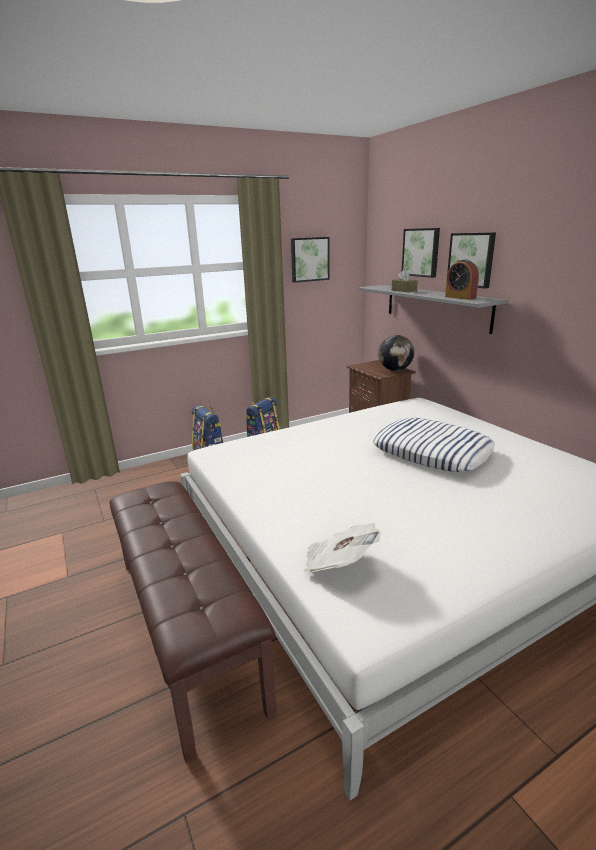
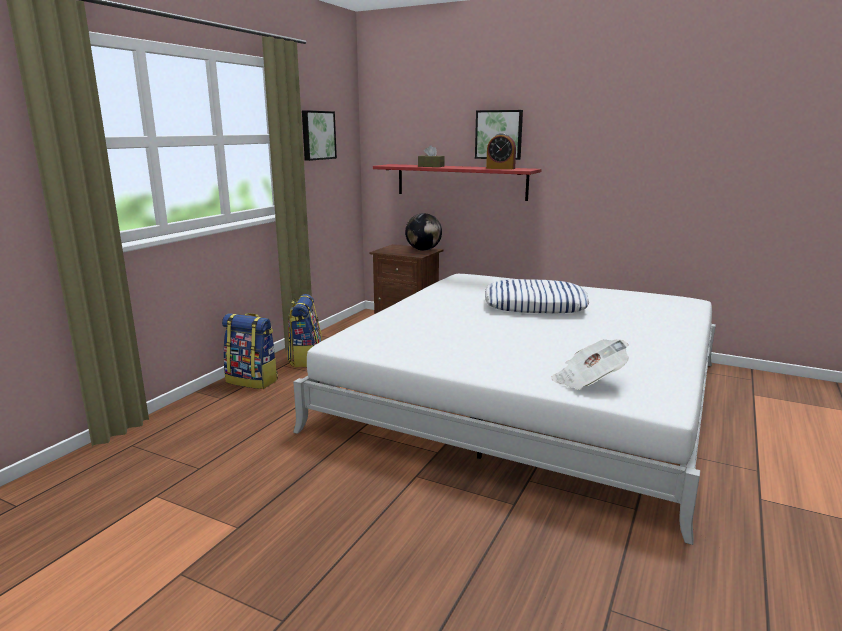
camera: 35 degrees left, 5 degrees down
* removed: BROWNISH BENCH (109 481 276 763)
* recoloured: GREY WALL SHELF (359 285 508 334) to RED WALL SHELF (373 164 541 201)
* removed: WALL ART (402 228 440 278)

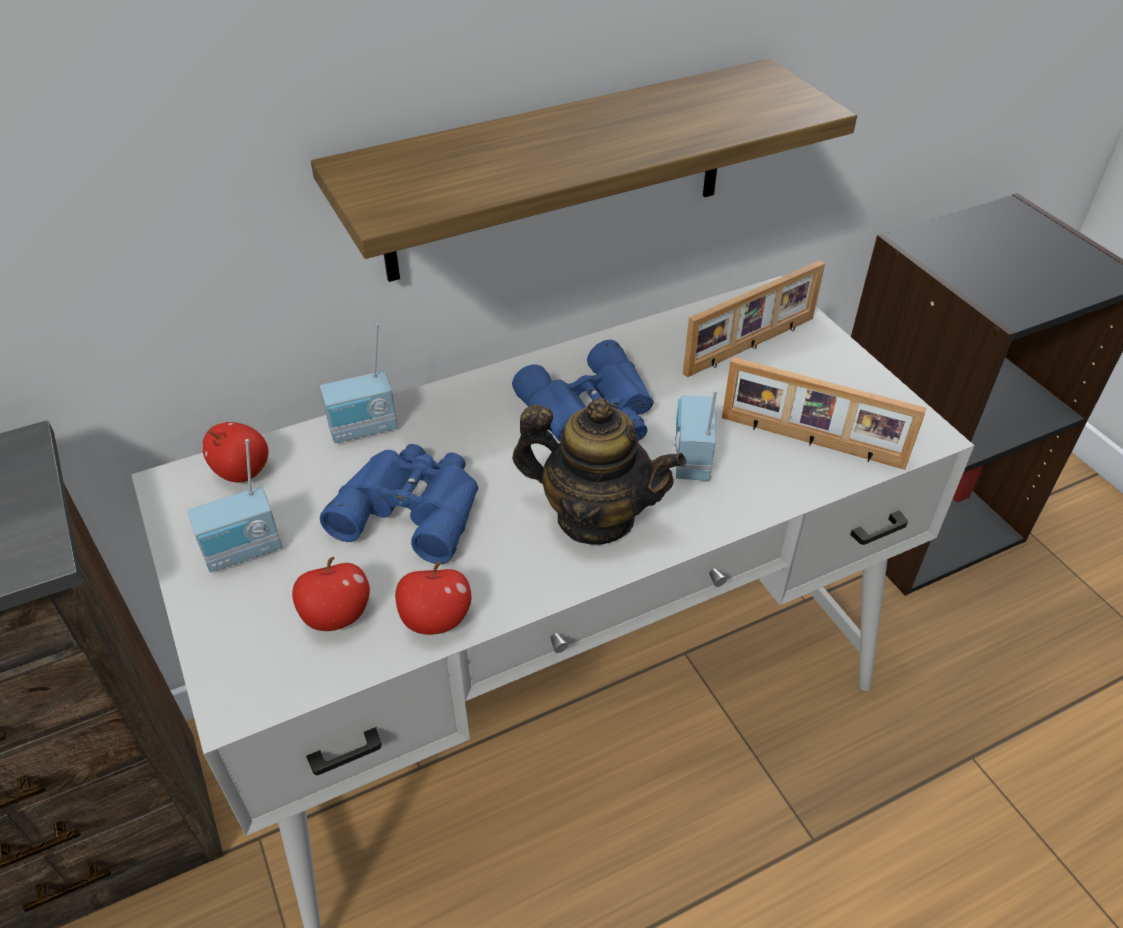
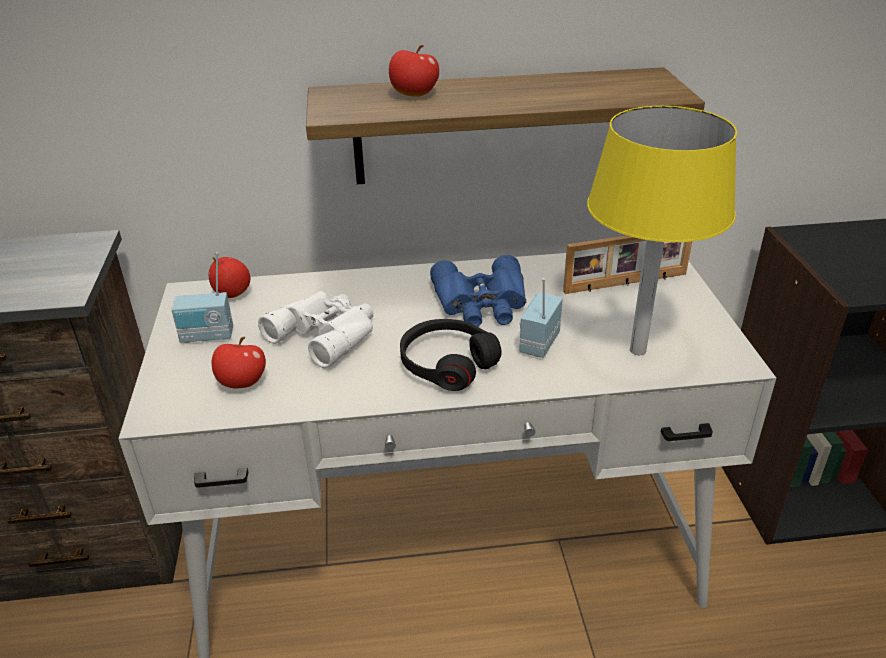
camera: 20 degrees right, 10 degrees down
* removed: RADIO SET (320 324 398 443)
* recoloured: BLUISH BINOCULARS (320 444 478 564) to WHITE-COLOURED BINOCULARS (258 291 374 368)
* moved: APPLE (395 562 472 635) to (389 45 439 97)
* replaced: TEA POT (512 398 686 545) to BLACK HEADSET (400 319 502 391)
* replaced: PHOTO FRAME (722 357 926 470) to YELLOW-COLOURED LAMP FOR A TABLE (587 106 737 355)

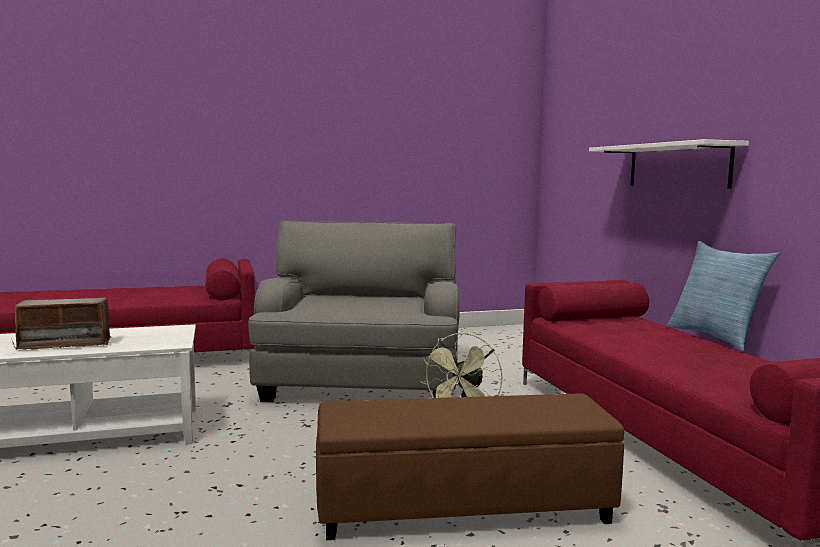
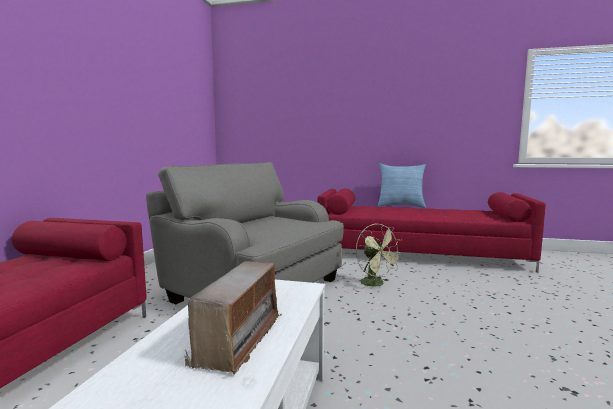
camera: 60 degrees left, 0 degrees up
* removed: BROWNISH POUFFE (316 394 624 540)
* removed: WHITE-COLOURED WALL SHELF (589 139 749 188)

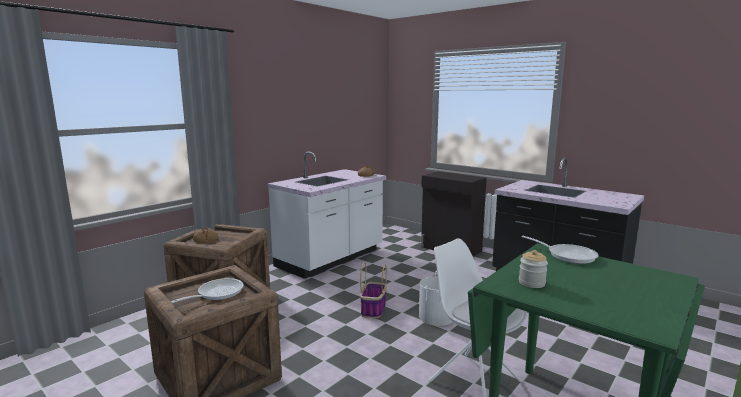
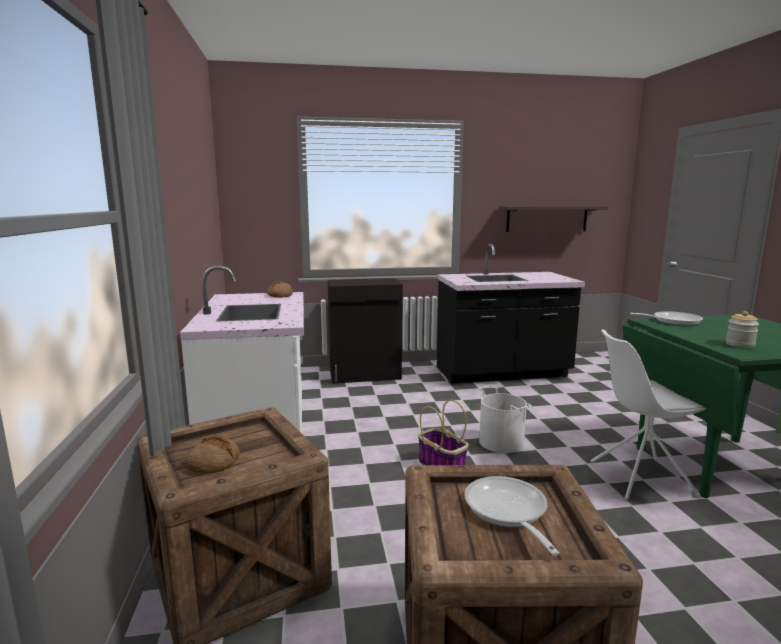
camera: 50 degrees left, 0 degrees up
* added: WALL SHELF (499 206 608 232)

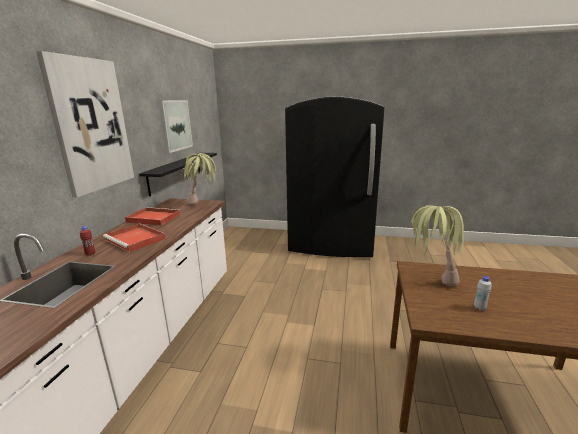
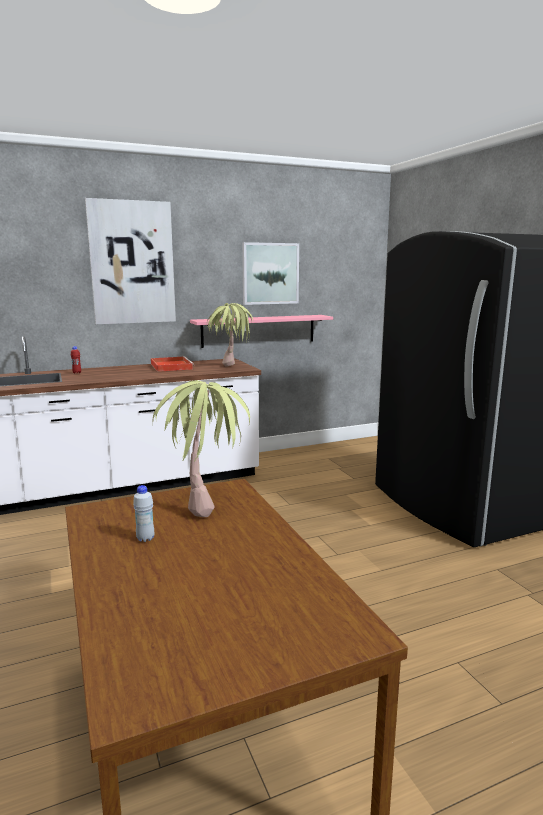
camera: 55 degrees right, 5 degrees down
* removed: RED TRAY (103 223 166 252)
* recoloured: BLACK WALL SHELF (139 153 217 196) to PINK WALL SHELF (190 315 333 348)

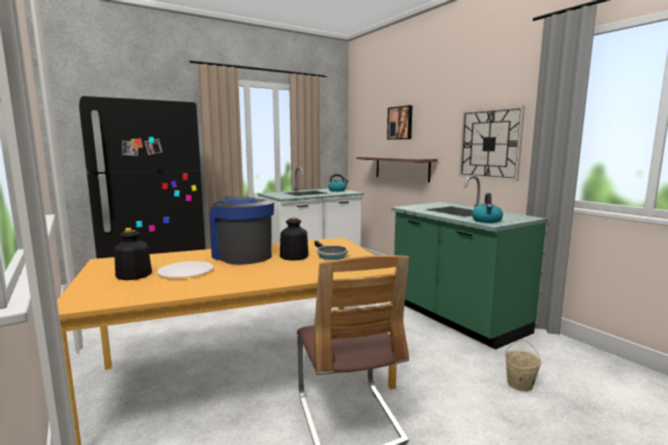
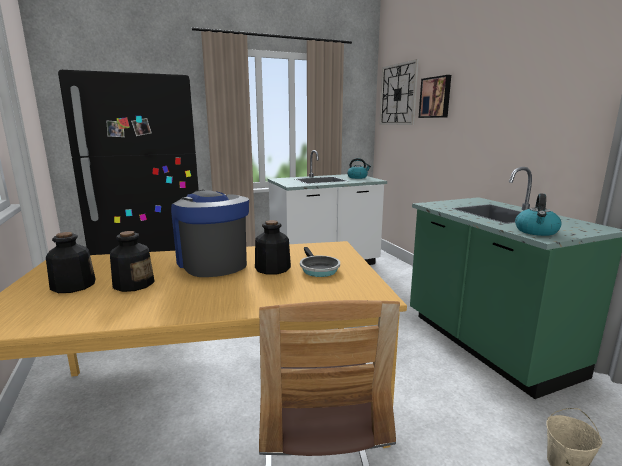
camera: 10 degrees right, 5 degrees up
* replaced: WHITE-COLOURED FLAT DISH (157 261 213 278) to BEVERAGE BOTTLE (110 231 155 292)
* removed: WALL SHELF (356 157 438 182)
* moved: CLOCK ON THE WALL (459 106 525 181) to (380 59 419 125)

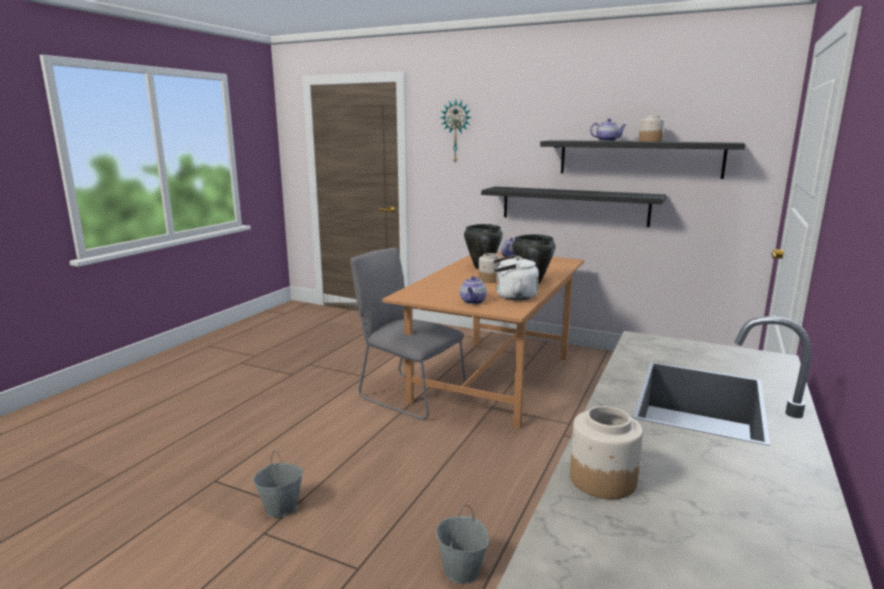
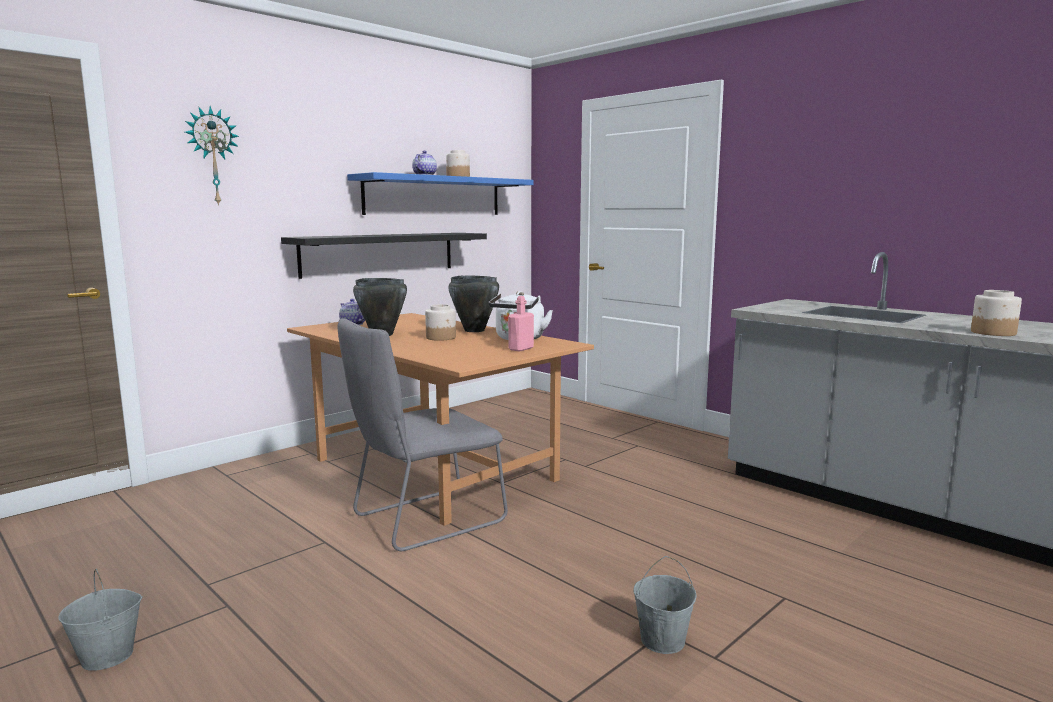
camera: 70 degrees left, 5 degrees down
* moved: GREY WATER BUCKET (436 505 489 584) to (58 569 142 671)
* replaced: TEA POT (460 276 487 304) to PINK BEVERAGE BOTTLE (508 296 534 351)
* recoloured: BLACK WALL SHELF (540 140 745 179) to BLUISH WALL SHELF (347 172 534 215)

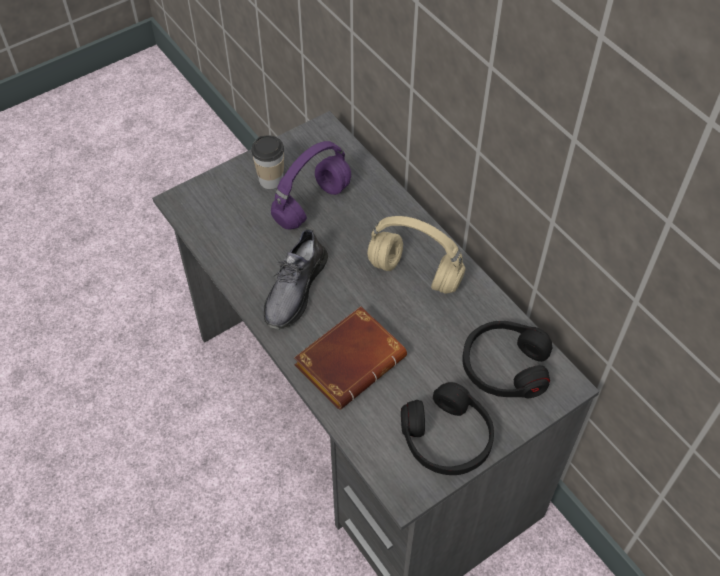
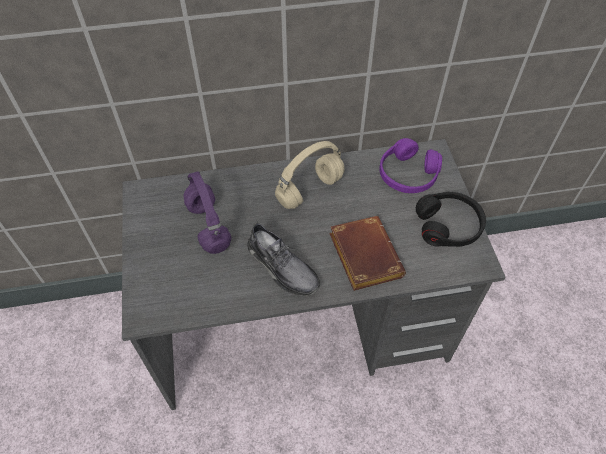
camera: 65 degrees left, 0 degrees up
* removed: SMALL CUP (251 135 284 189)
* recoloured: BLACK HEADSET (462 321 552 398) to PURPLE HEADSET (379 138 442 193)

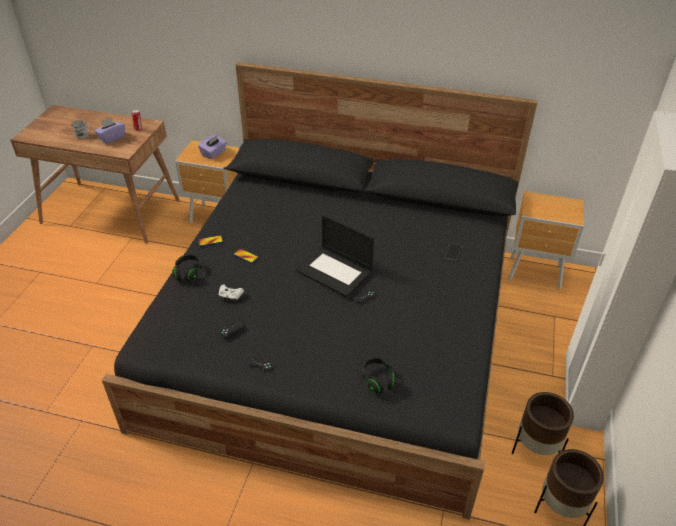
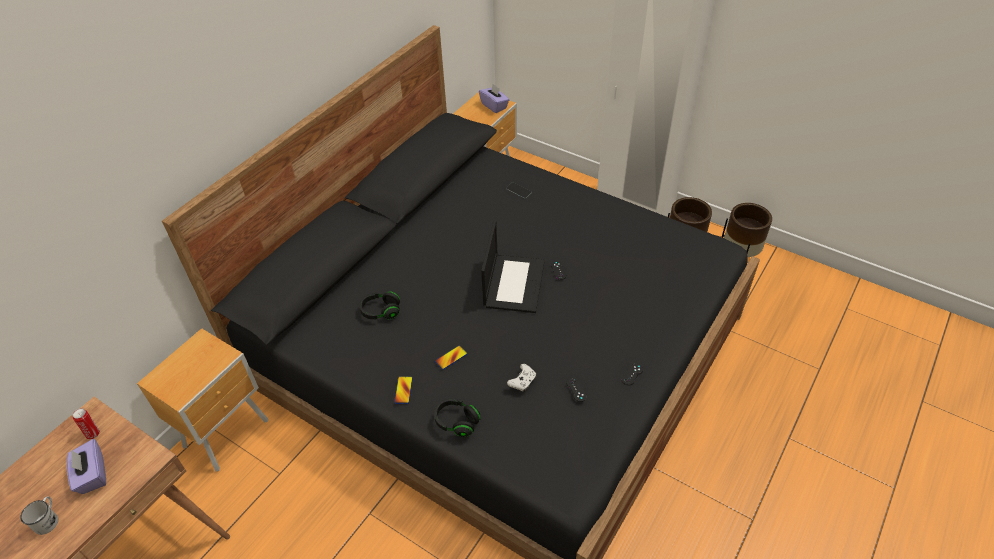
camera: 70 degrees left, 5 degrees up
* moved: PURPLE TISSUE BOX (198 134 227 160) to (479 84 509 113)
* turned: NOTEBOOK COMPUTER (296 214 374 297) = (481 220 545 313) 45 degrees counterclockwise
* moved: BLACK HEADSET (361 357 396 394) to (359 291 400 320)

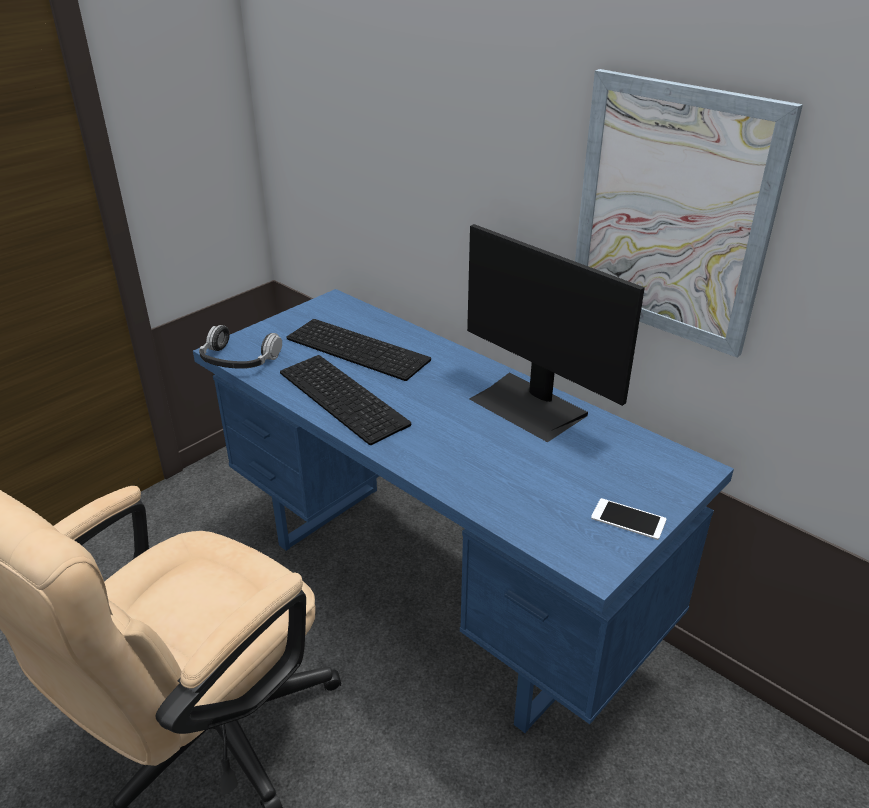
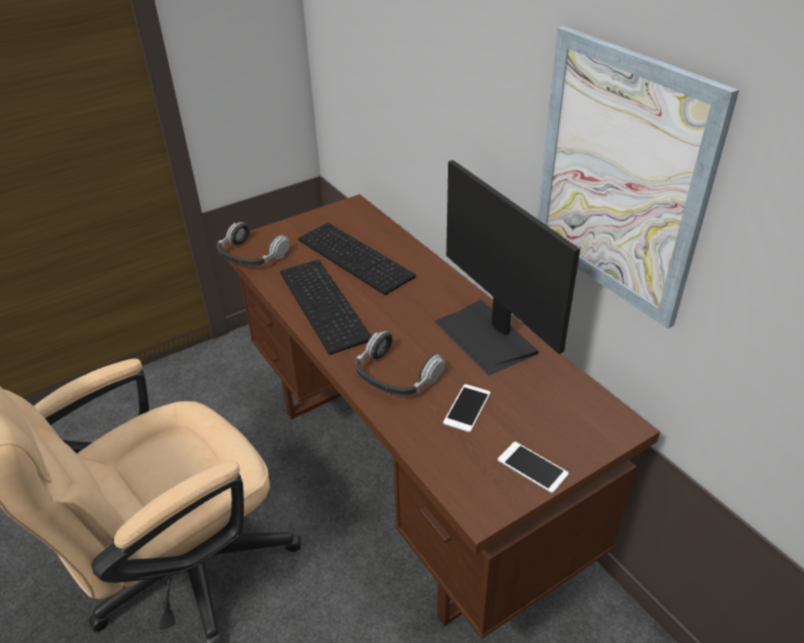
camera: 15 degrees right, 5 degrees up
* recoloured: BLUISH DESK (193 289 734 733) to BROWNISH DESK (217 194 660 639)
* added: HEADSET (355 331 445 395)
* added: TELEPHONE (443 384 491 432)

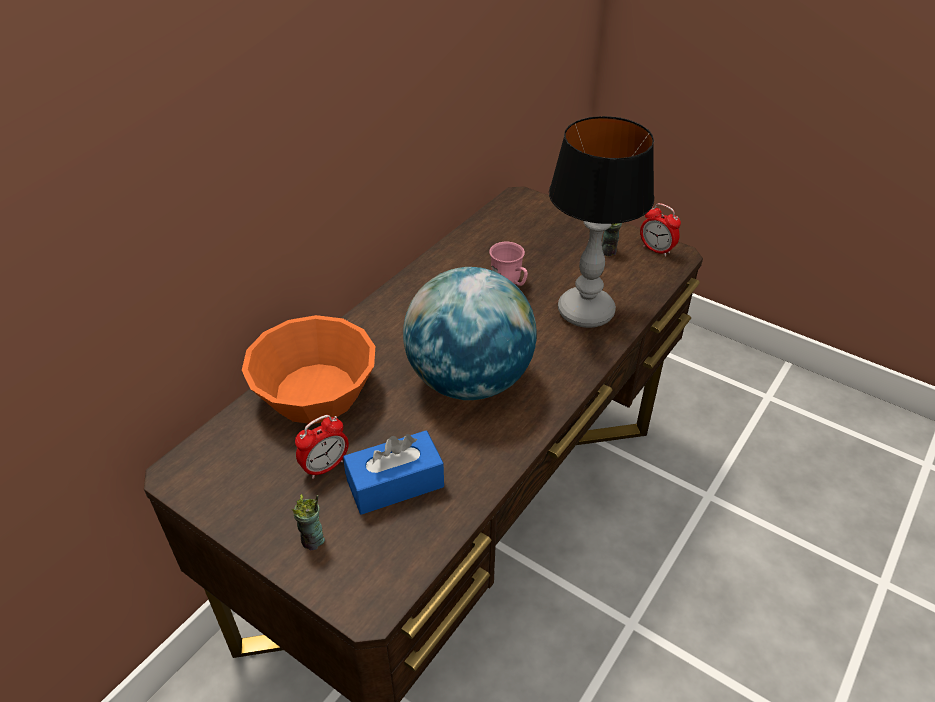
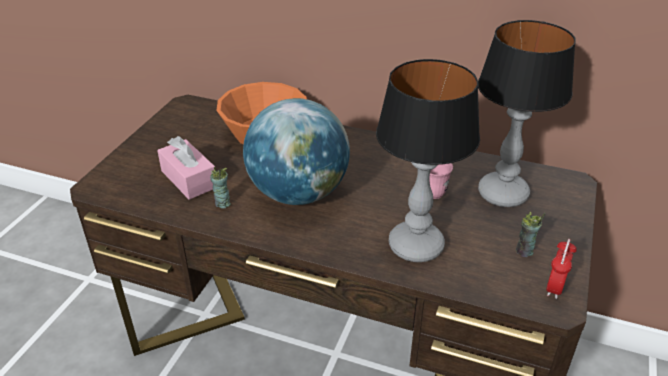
camera: 75 degrees right, 5 degrees down
* moved: SMALL CUP (292 494 325 550) to (210 167 231 209)
* removed: BEDSIDE CLOCK (295 415 349 479)
* recoloured: BLUISH TISSUE BOX (343 431 444 515) to PINK TISSUE BOX (157 136 215 200)
* added: LAMP FOR A TABLE (478 20 575 207)

